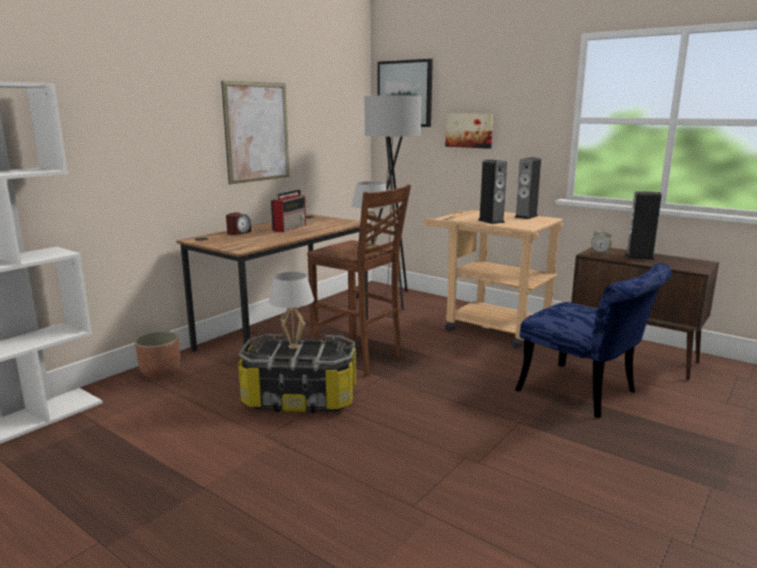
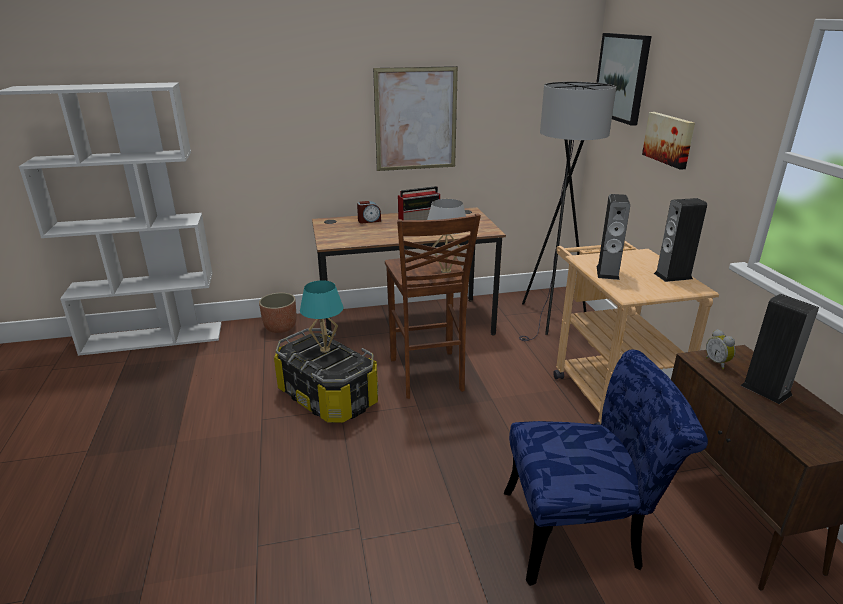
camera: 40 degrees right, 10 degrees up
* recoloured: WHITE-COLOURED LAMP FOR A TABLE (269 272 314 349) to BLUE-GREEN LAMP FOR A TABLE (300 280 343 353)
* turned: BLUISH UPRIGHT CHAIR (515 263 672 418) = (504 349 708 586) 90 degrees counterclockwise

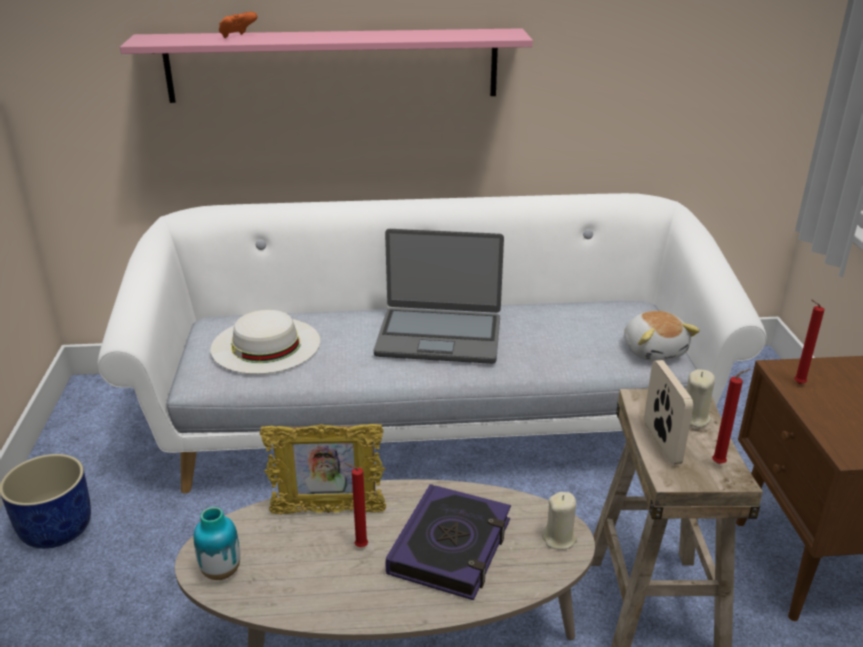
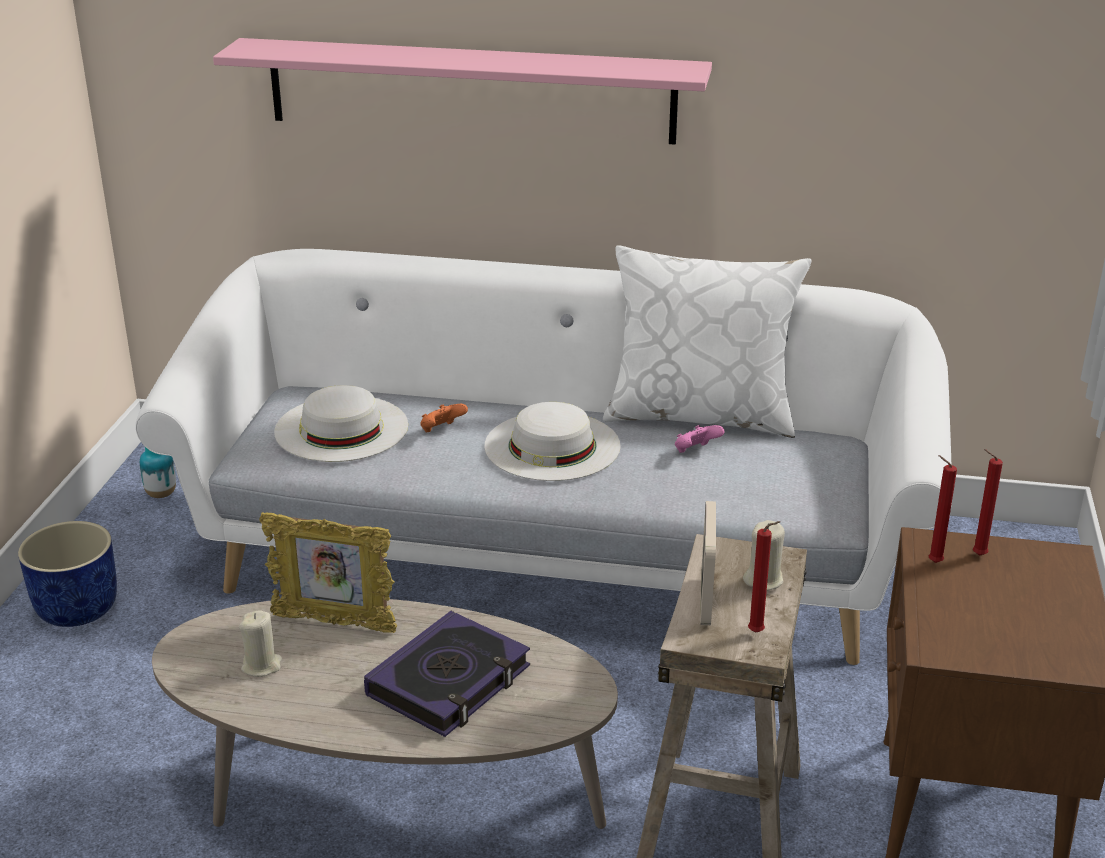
camera: 15 degrees right, 0 degrees up
* moved: VASE (194 507 240 580) to (140 447 176 498)
* moved: ORANGE GAME CONTROLLER (219 12 257 38) to (420 404 468 432)
* moved: RED CANDLE (345 463 368 547) to (973 449 1003 556)
* replaced: NOTEBOOK COMPUTER (374 229 504 364) to WHITE-COLOURED CLOTHING HAT (484 402 621 481)
* moved: BEIGE-COLOURED CANDLE (542 492 577 550) to (239 611 282 677)
* removed: SOFT TOY (624 311 700 362)
* added: WHITE-COLOURED PILLOW (603 245 812 438)
* added: PINK GAME CONTROLLER (675 425 725 453)

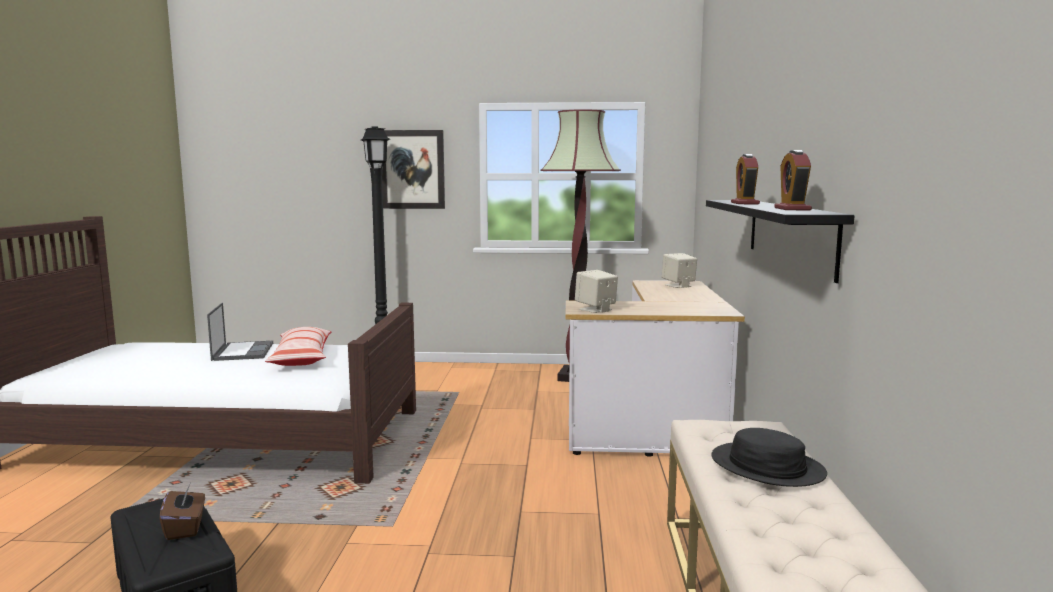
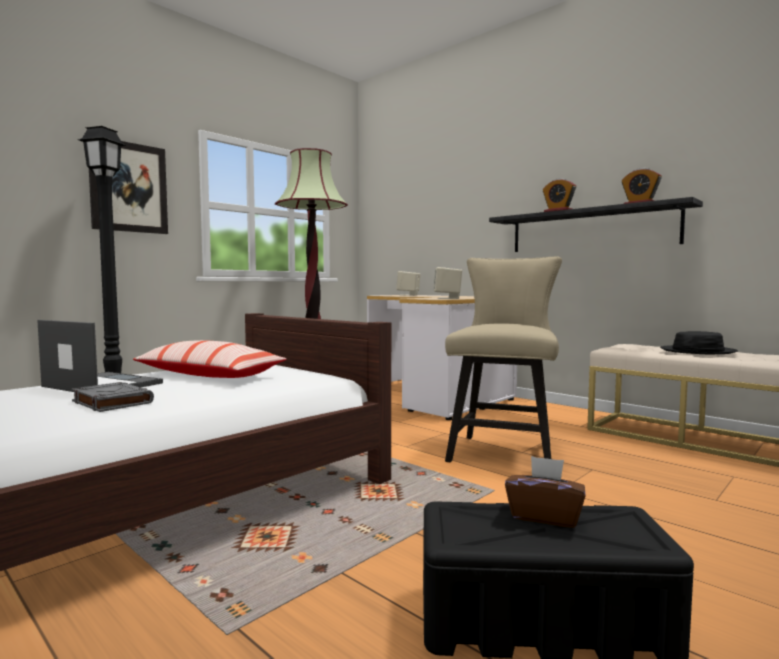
camera: 50 degrees left, 5 degrees down
* added: GREY BOOK (71 382 154 412)
* added: BEIGE-COLOURED UPRIGHT CHAIR (445 256 562 462)

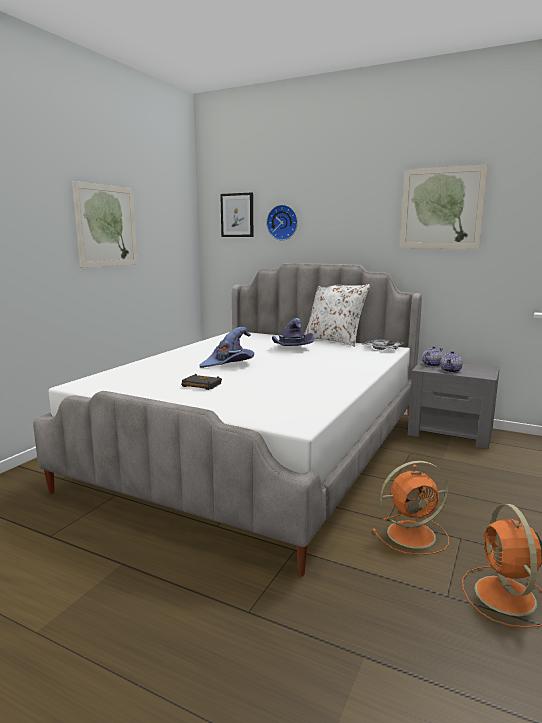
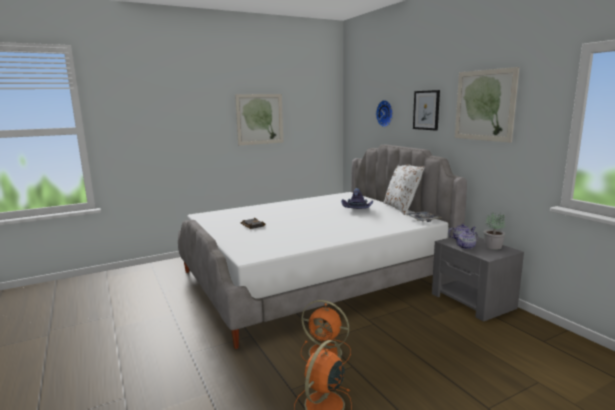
camera: 35 degrees right, 0 degrees up
* removed: PURPLE CLOTHING HAT (200 327 254 368)
* moved: WALL ART (220 193 253 237) to (413 90 440 131)
* added: PLANT IN A POT (484 213 505 250)

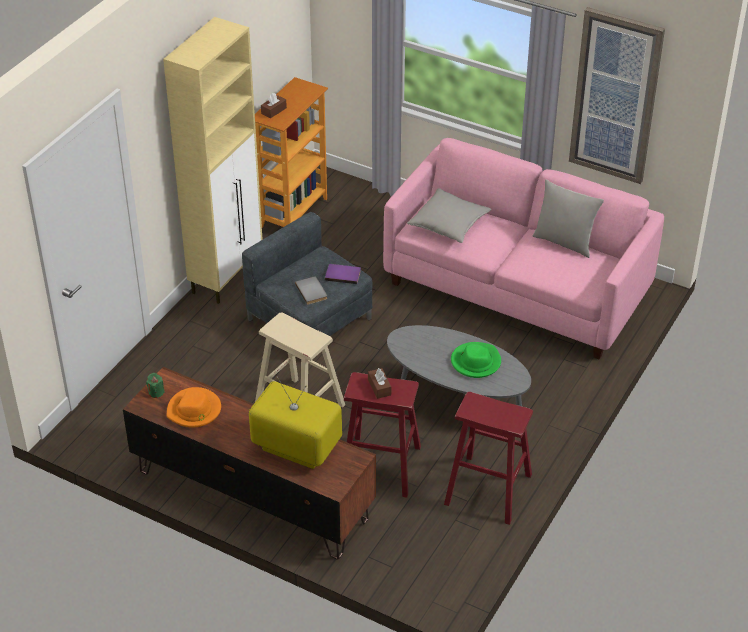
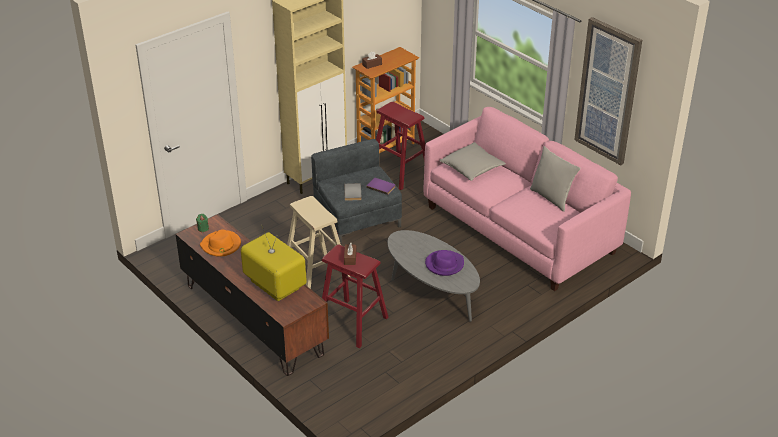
camera: 20 degrees right, 5 degrees down
* moved: RED STOOL SEAT (444 392 533 525) to (376 102 425 190)
* recoloured: GREEN CLOTHING HAT (451 342 501 378) to PURPLE CLOTHING HAT (425 250 464 276)

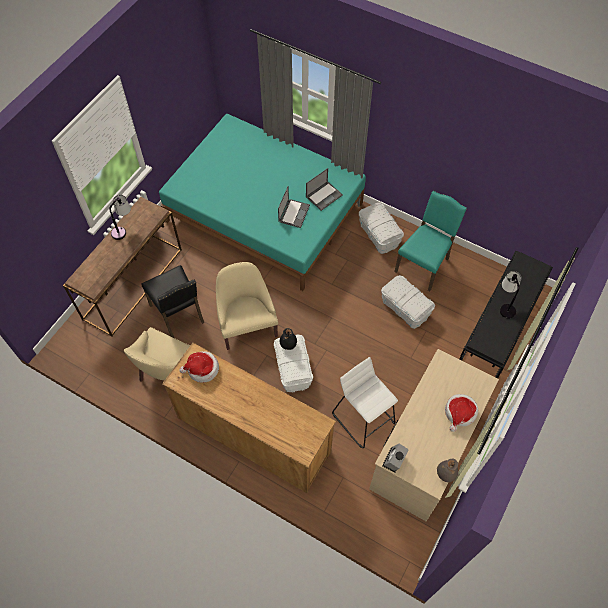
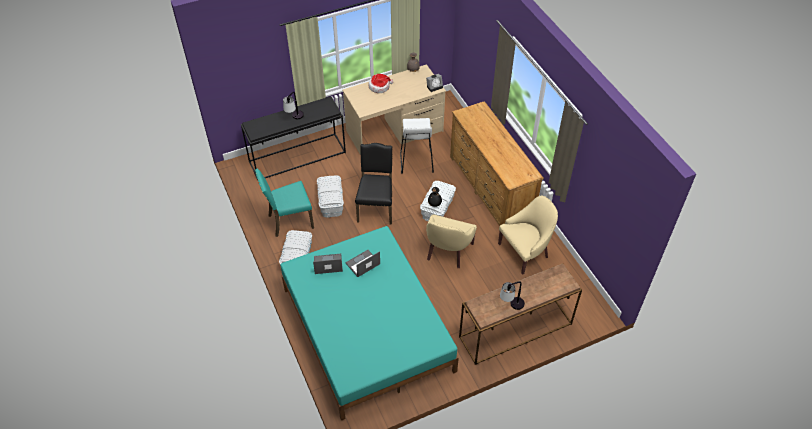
camera: 145 degrees left, 10 degrees down
* moved: BLACK UPRIGHT CHAIR (142 265 204 338) to (355 143 392 225)
* removed: CLOTHING HAT (180 351 219 383)

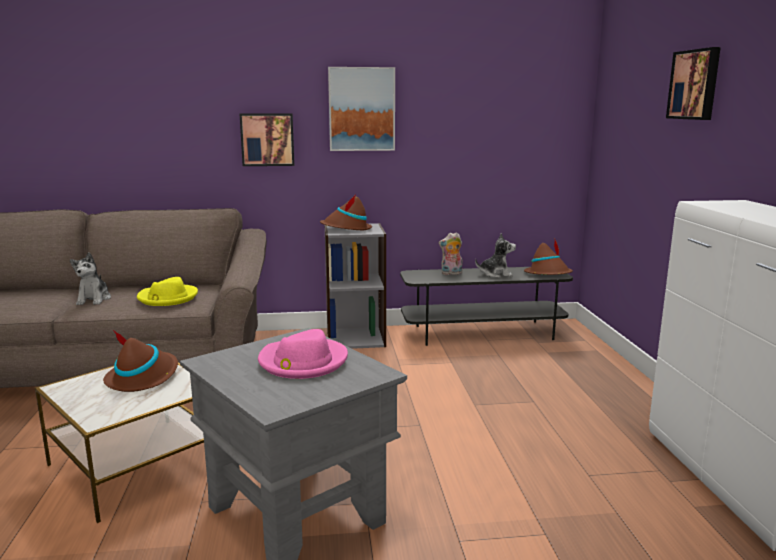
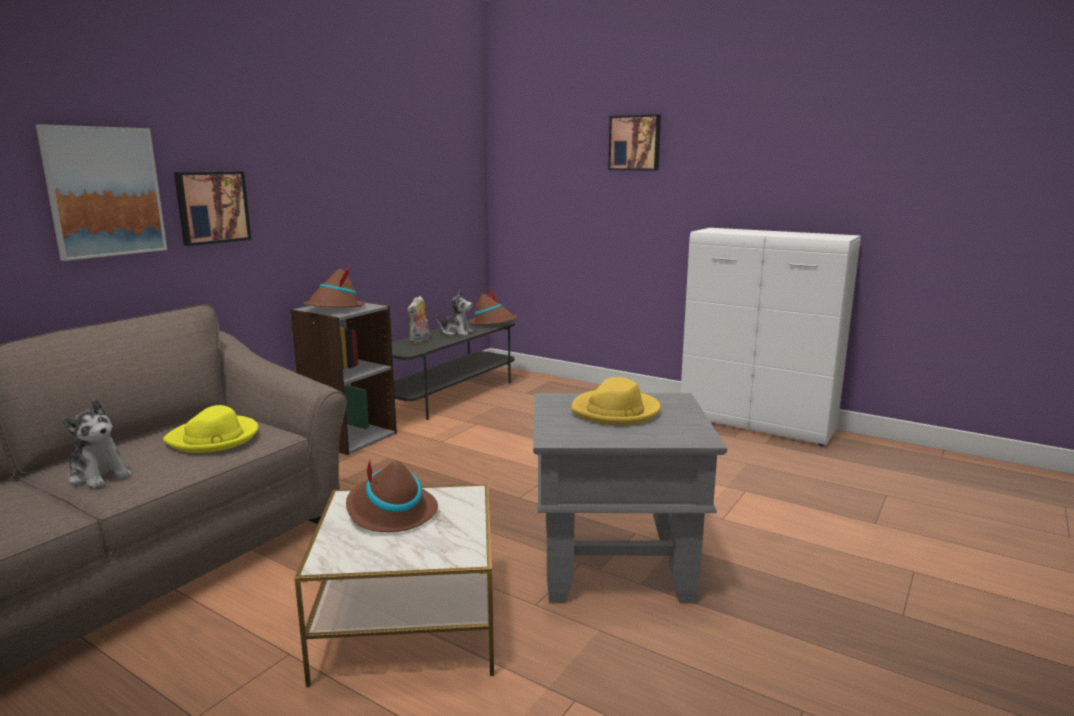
camera: 50 degrees left, 0 degrees up
* recoloured: PINK CLOTHING HAT (258 329 348 379) to YELLOW-COLOURED CLOTHING HAT (571 377 661 425)
* moved: WALL ART (328 67 395 151) to (36 124 167 261)
* turned: SOFT TOY (475 233 516 278) = (436 291 474 336) 75 degrees clockwise

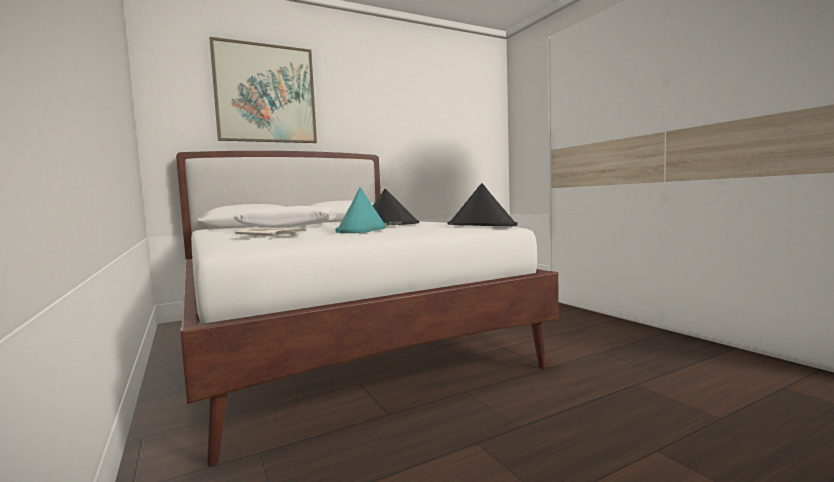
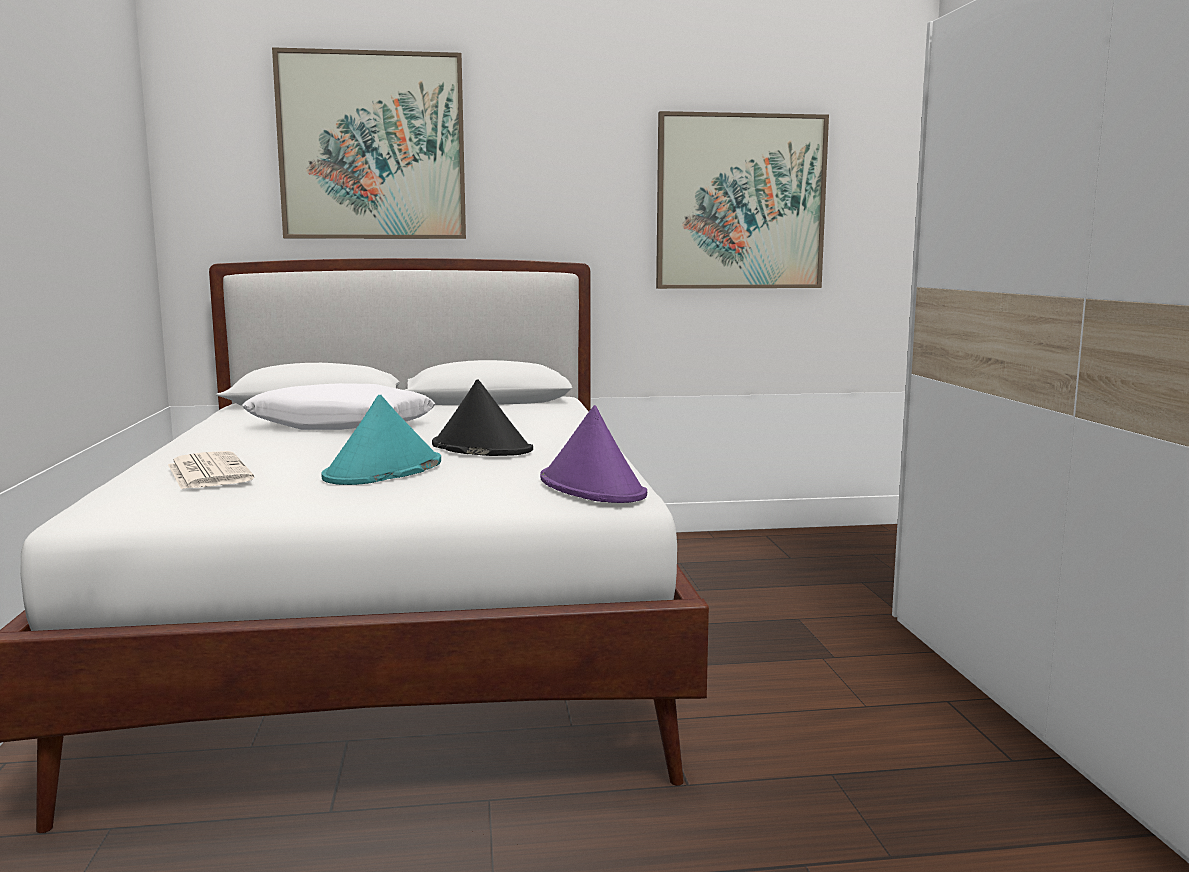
camera: 20 degrees right, 5 degrees up
* recoloured: BLACK CLOTHING HAT (448 183 517 226) to PURPLE CLOTHING HAT (540 405 647 503)
* added: WALL ART (656 111 829 289)

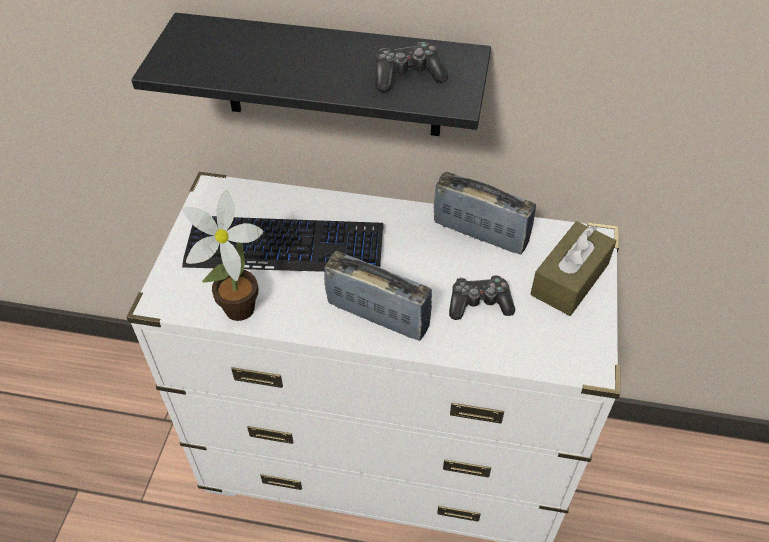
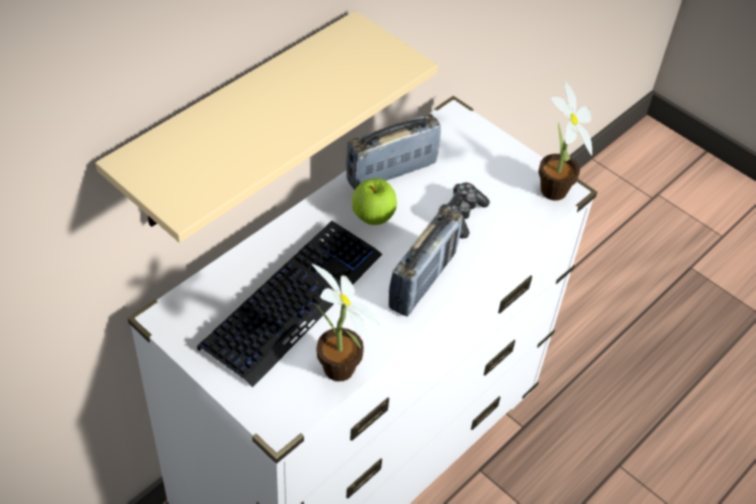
camera: 60 degrees left, 0 degrees up
* recoloured: BLACK WALL SHELF (131 13 491 136) to BEIGE-COLOURED WALL SHELF (95 11 438 243)
* turned: RADIO SET (324 251 432 341) = (389 208 463 317) 150 degrees clockwise
* removed: GAME CONTROLLER (375 42 448 92)
* removed: BROWNISH TISSUE BOX (531 221 616 316)
* added: APPLE (352 178 397 225)
* added: PLANT IN A POT (538 81 592 201)

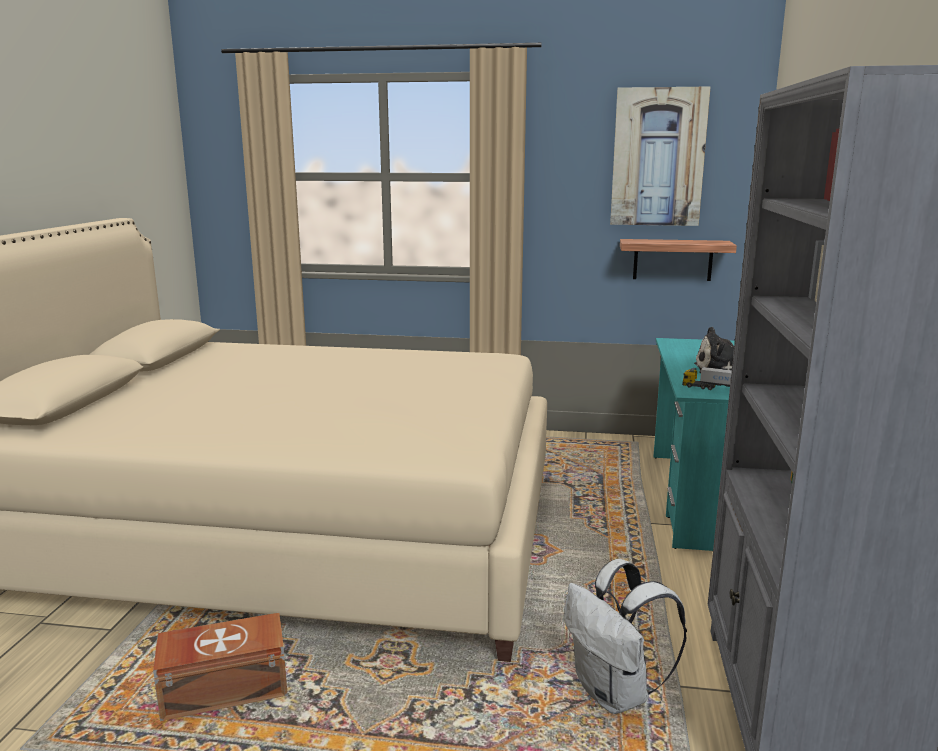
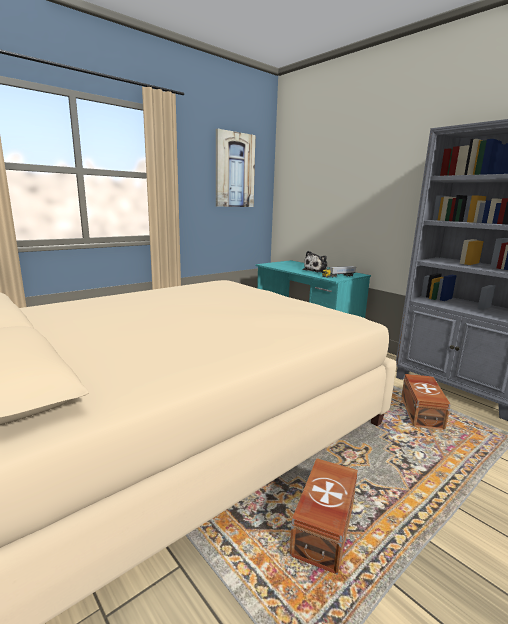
camera: 50 degrees left, 0 degrees up
* replaced: WHITE-COLOURED KNAPSACK (564 559 687 714) to BROWNISH STORAGE CONTAINER (401 374 451 430)
* removed: WALL SHELF (620 239 737 281)

